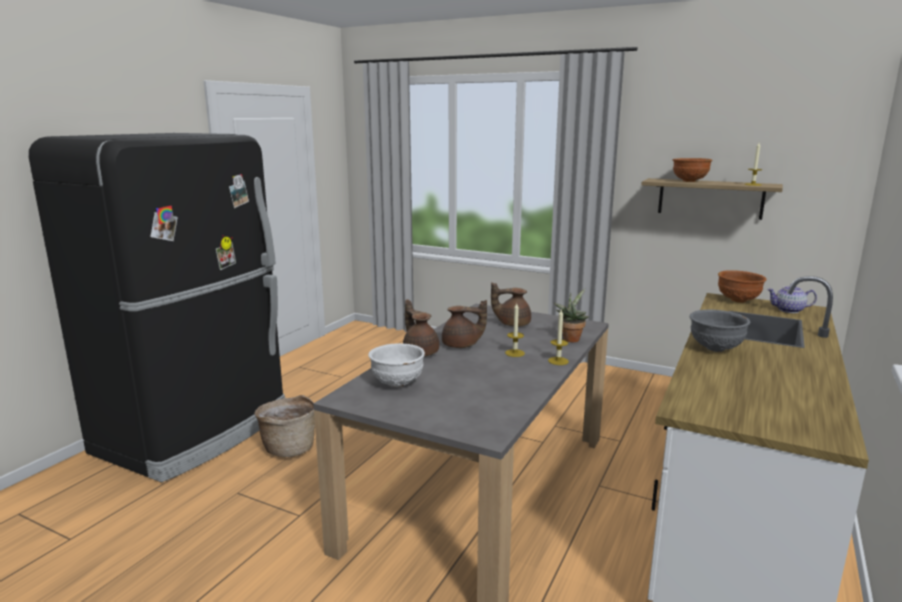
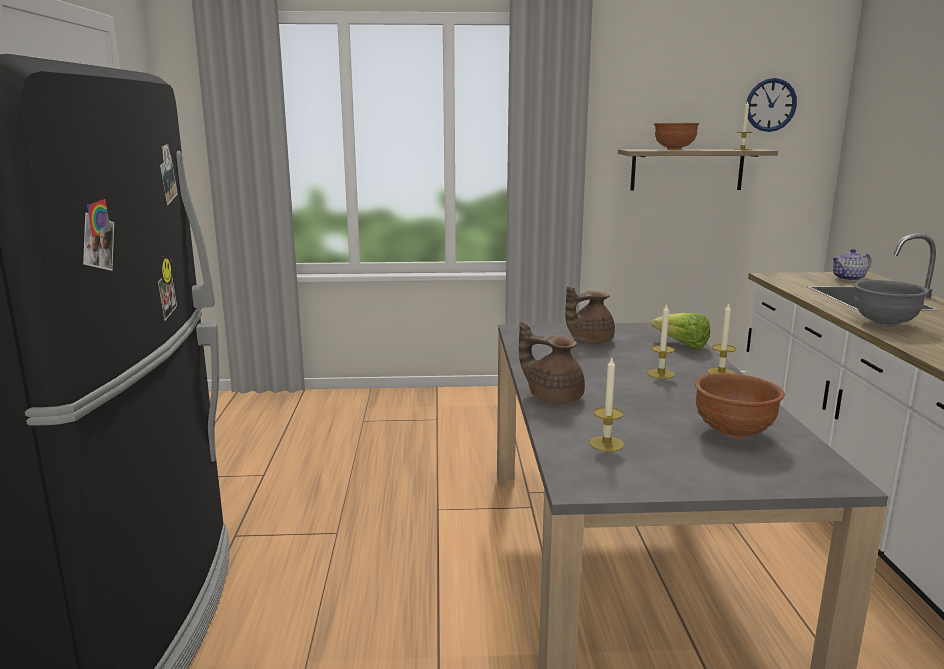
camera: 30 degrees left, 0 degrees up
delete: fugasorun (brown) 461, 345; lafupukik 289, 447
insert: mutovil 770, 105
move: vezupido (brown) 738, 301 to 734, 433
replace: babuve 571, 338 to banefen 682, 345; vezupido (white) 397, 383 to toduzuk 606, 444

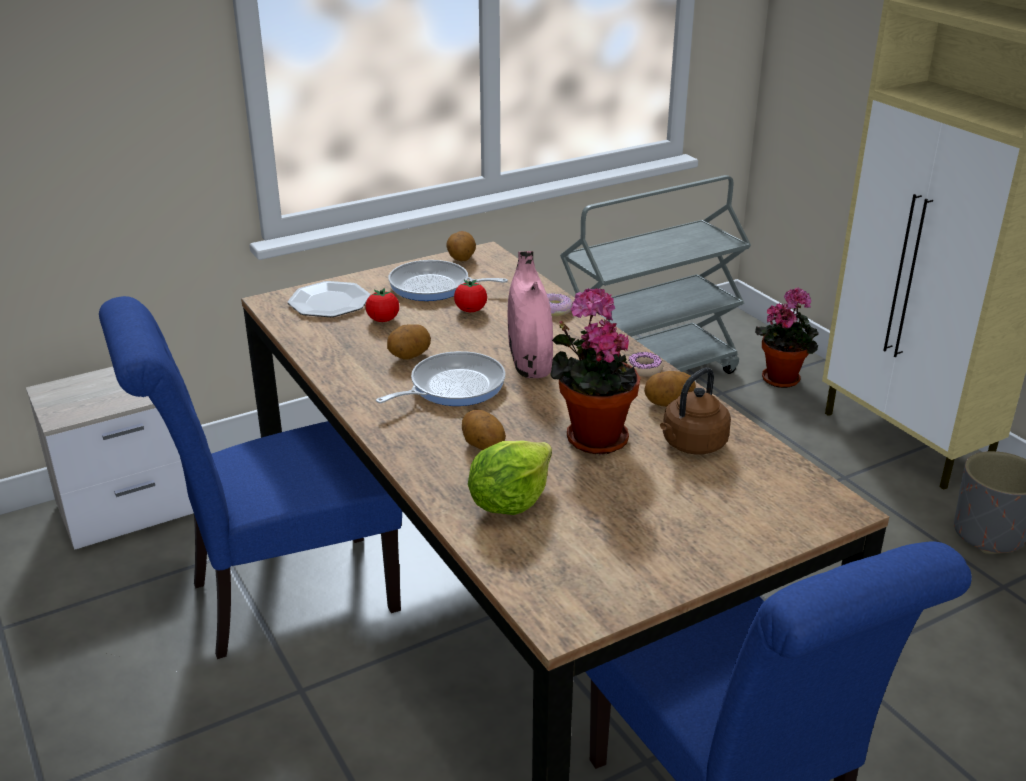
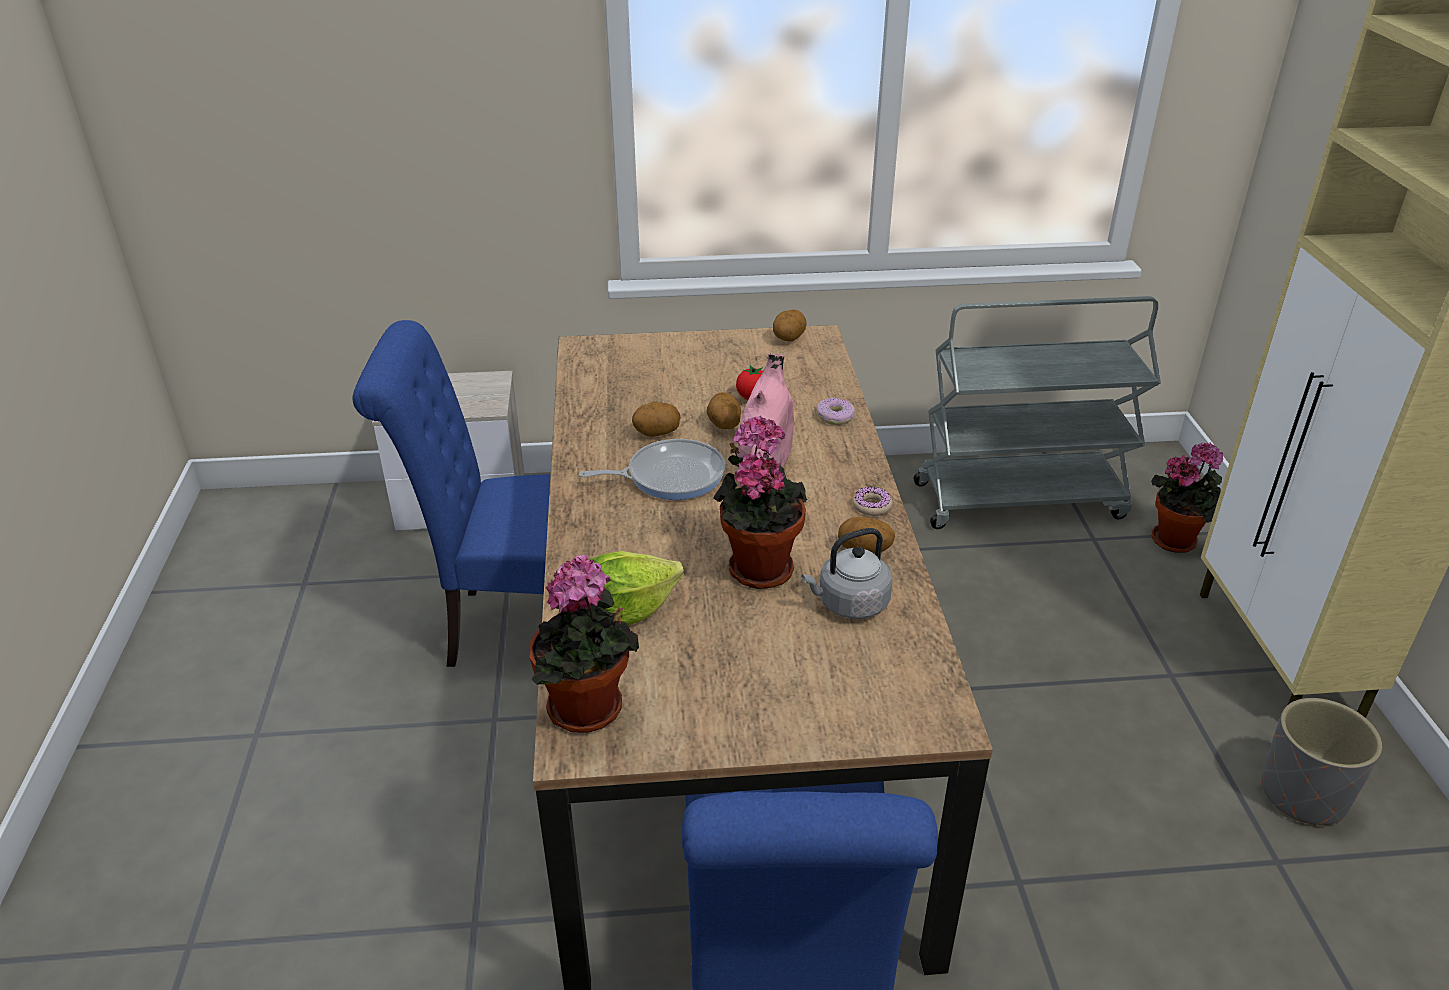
camera: 25 degrees right, 5 degrees up
delete: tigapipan 434, 287; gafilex 329, 302; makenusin 383, 320
insert: babuve 589, 712
move: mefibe 482, 447 to 723, 426
recolor: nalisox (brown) 691, 445 to nalisox (grey) 849, 604

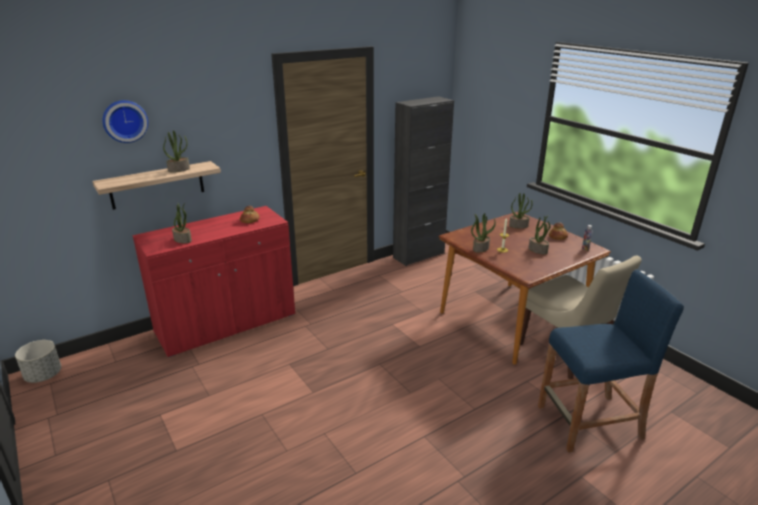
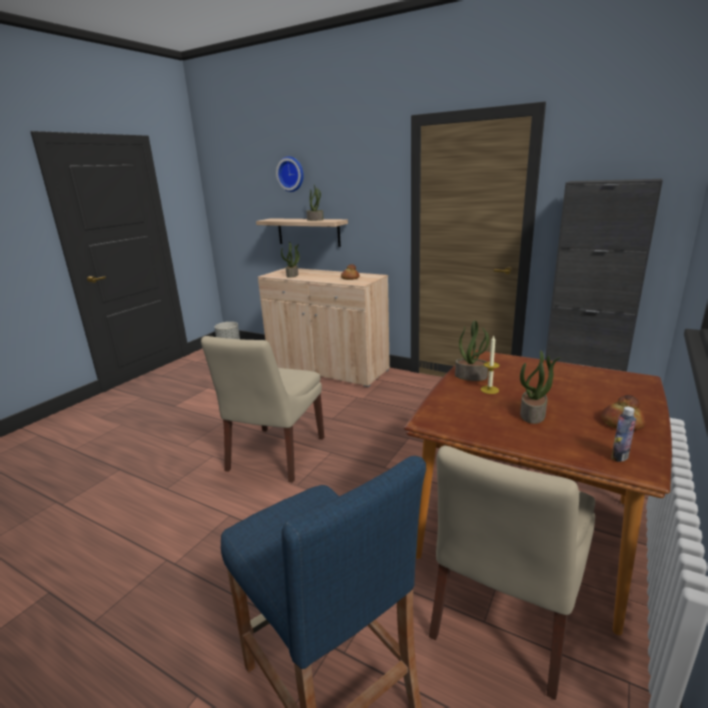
camera: 65 degrees right, 5 degrees down
delete: babuve 518, 226
insert: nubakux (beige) 275, 456
recolor: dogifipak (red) 226, 324 to dogifipak (beige) 327, 369

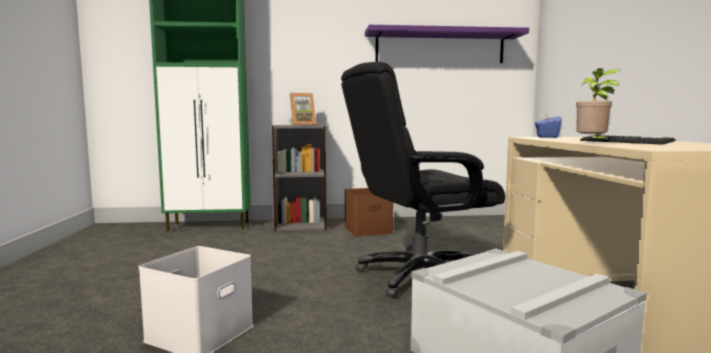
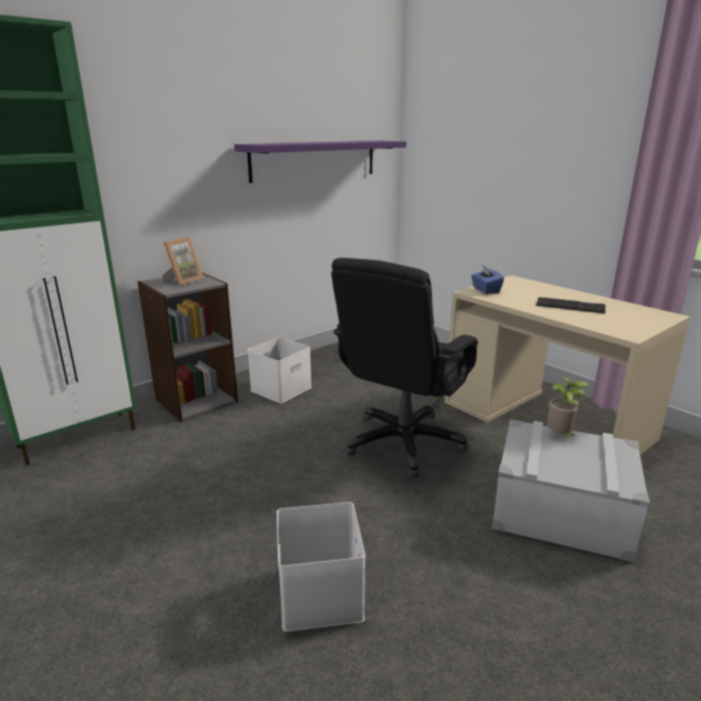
camera: 35 degrees left, 15 degrees up
move: babuve 593, 144 to 560, 437
recolor: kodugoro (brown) 368, 229 to kodugoro (white) 281, 388

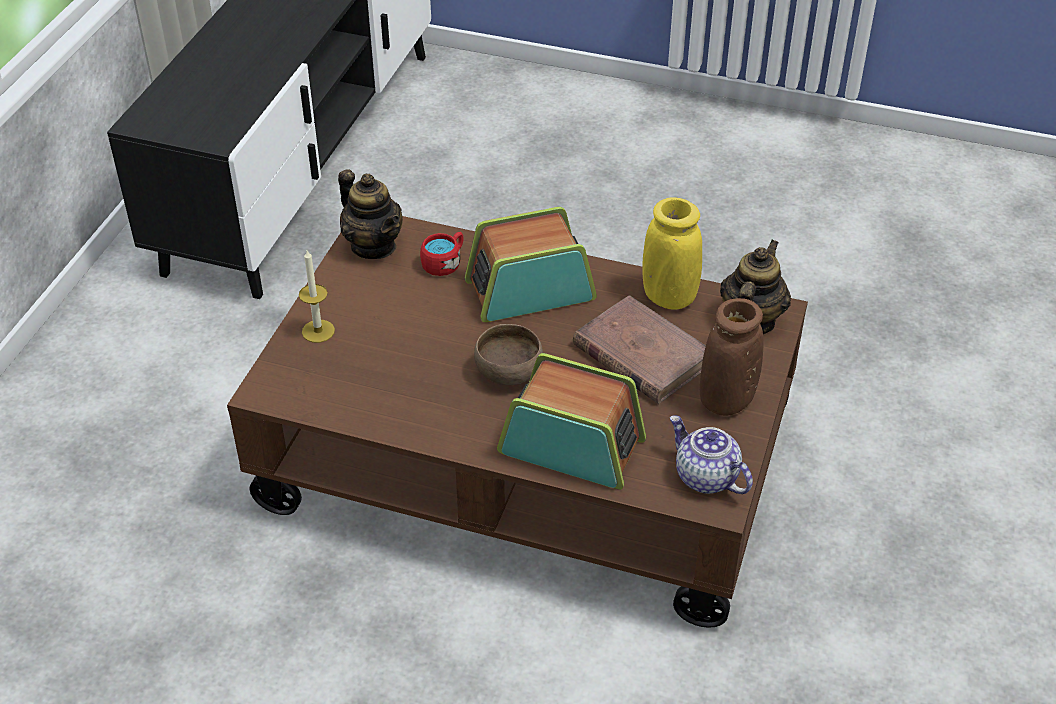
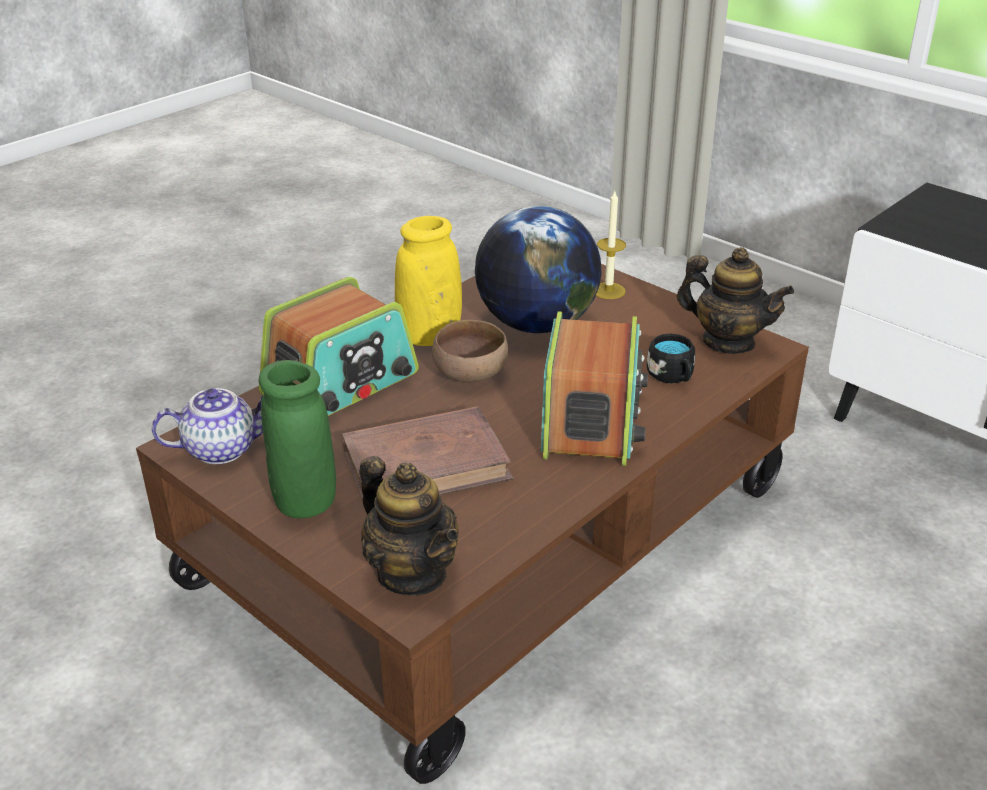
camera: 115 degrees right, 10 degrees down
insert: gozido 536, 324
move: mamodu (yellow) 668, 297 to 430, 337
recolor: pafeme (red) 445, 263 to pafeme (black) 672, 377; mamodu (brown) 726, 400 to mamodu (green) 305, 501
rotate: fugasorun 373, 246 = 728, 342 135 degrees counterclockwise

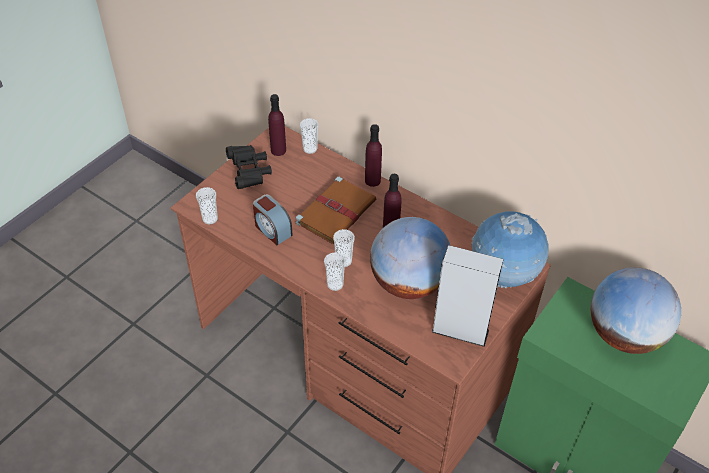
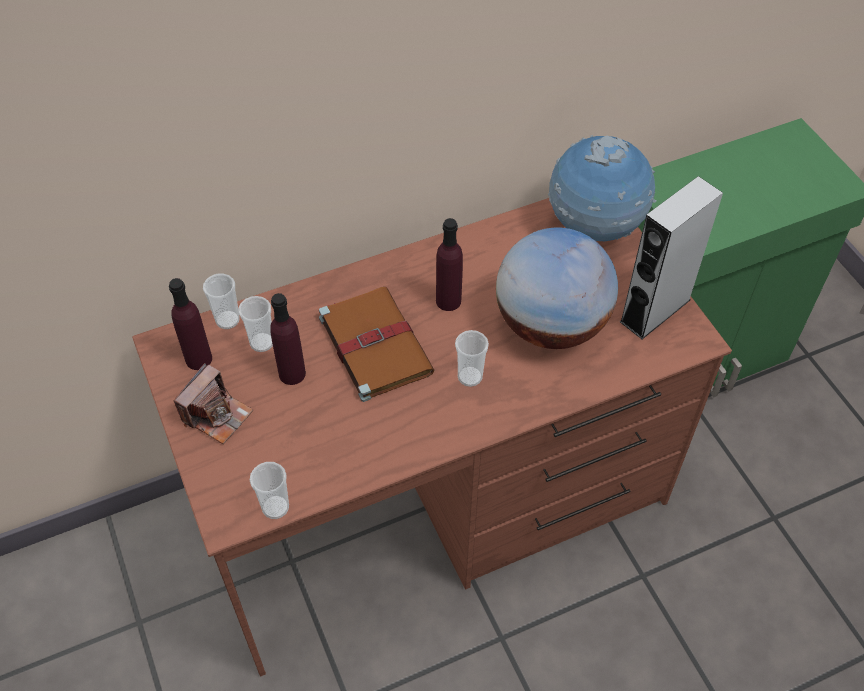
camera: 60 degrees left, 5 degrees up
delete: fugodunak 272, 230; gozido 624, 334
move: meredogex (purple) 372, 181 to 292, 373; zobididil 335, 284 to 262, 342
replace: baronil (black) 249, 173 to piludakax 217, 415

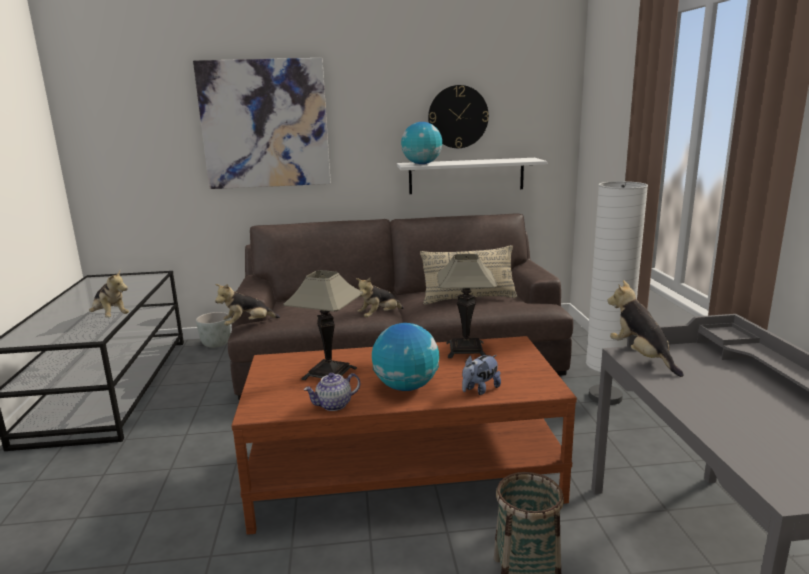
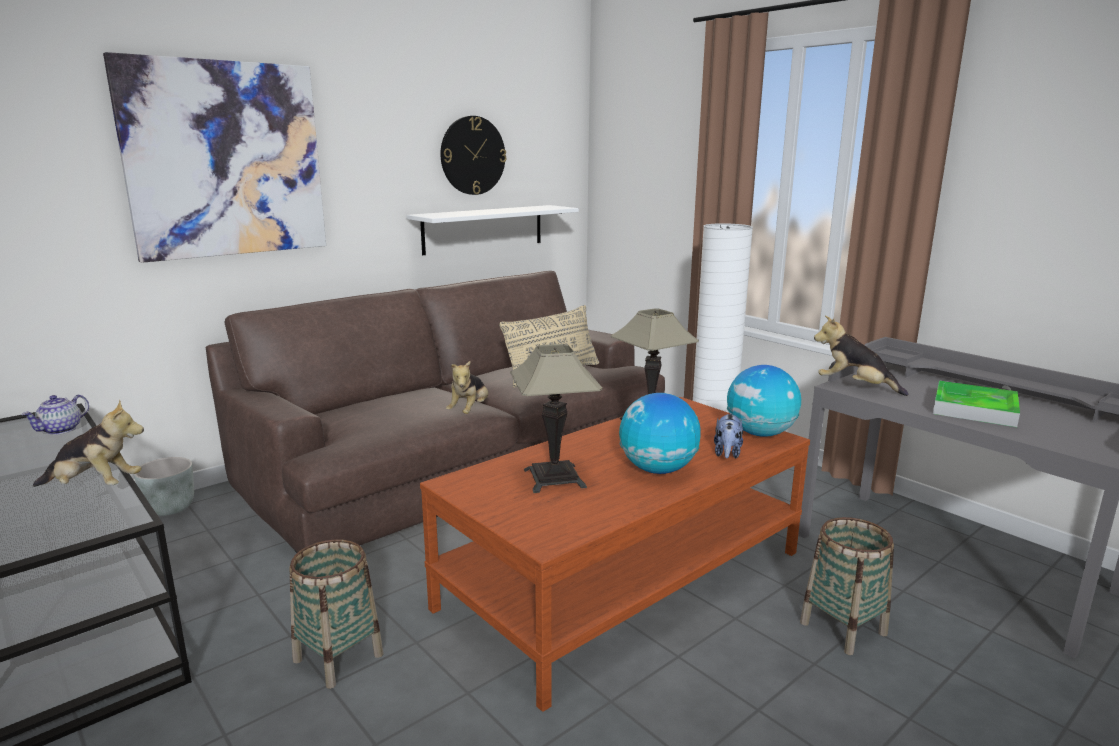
camera: 35 degrees left, 0 degrees up
delete: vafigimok 248, 325
insert: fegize 974, 409; lafupukik 338, 657
move: gozido 422, 164 to 760, 433; fugasorun 334, 405 to 61, 430

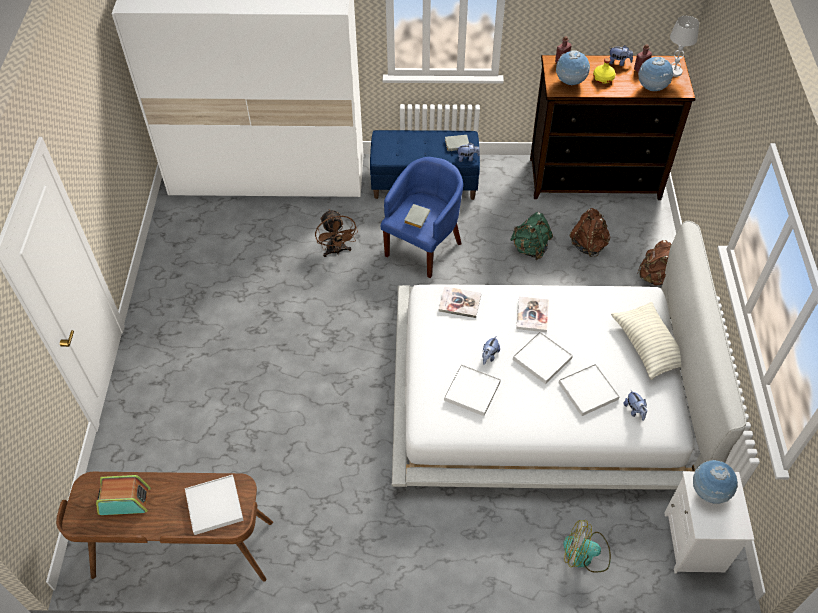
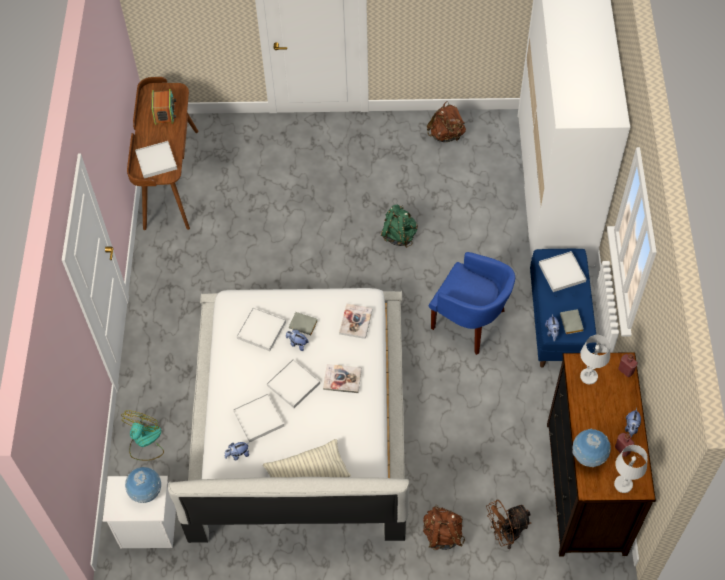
camera: 90 degrees right, 5 degrees up
delete: meredogex (yellow) 603, 78
insert: fegize (white) 562, 272
move: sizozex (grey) 416, 217 to 304, 324; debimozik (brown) 588, 245 to 446, 135; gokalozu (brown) 336, 251 to 505, 534; debimozik (green) 530, 248 to 399, 235
replace: gozido 570, 83 to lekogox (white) 589, 376

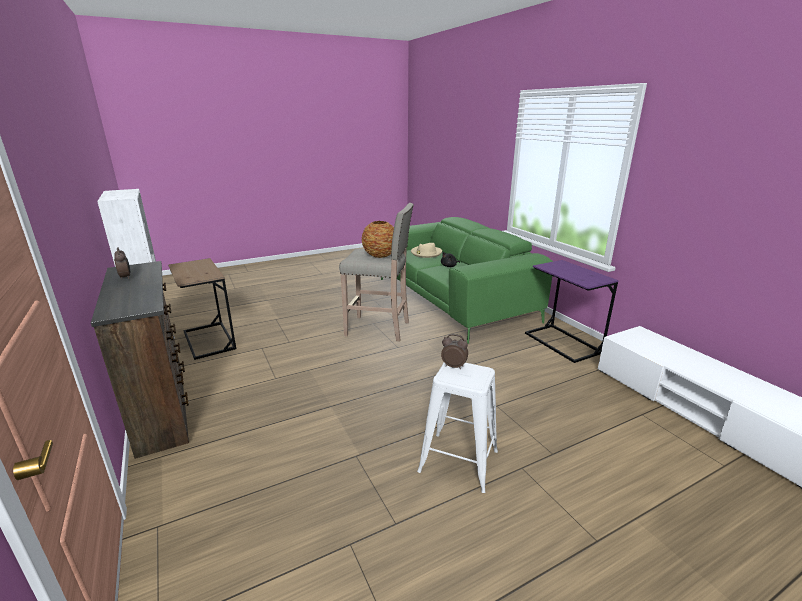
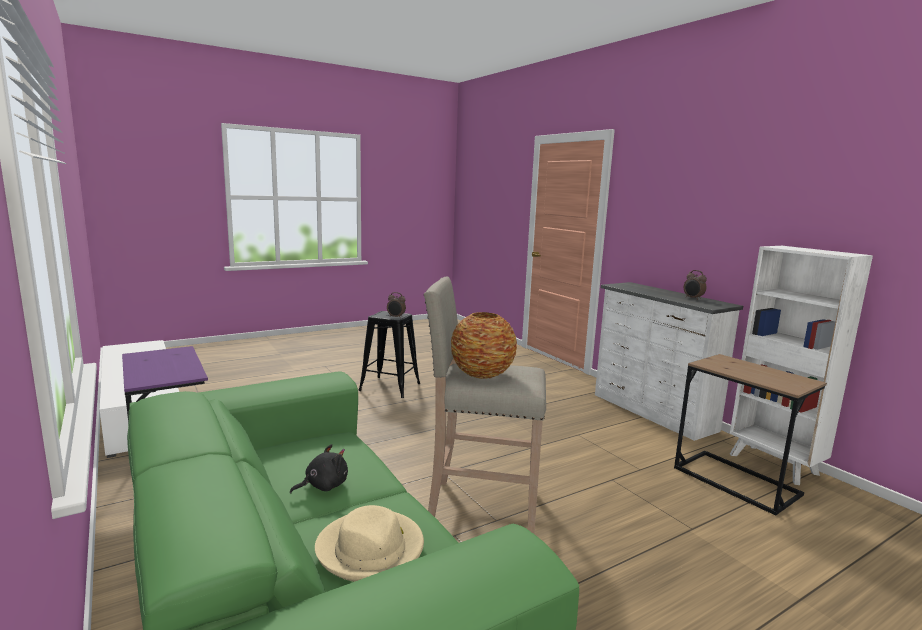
camera: 175 degrees right, 10 degrees down
recolor: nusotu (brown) 164, 407 to nusotu (white) 652, 412; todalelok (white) 458, 461 to todalelok (black) 390, 387

